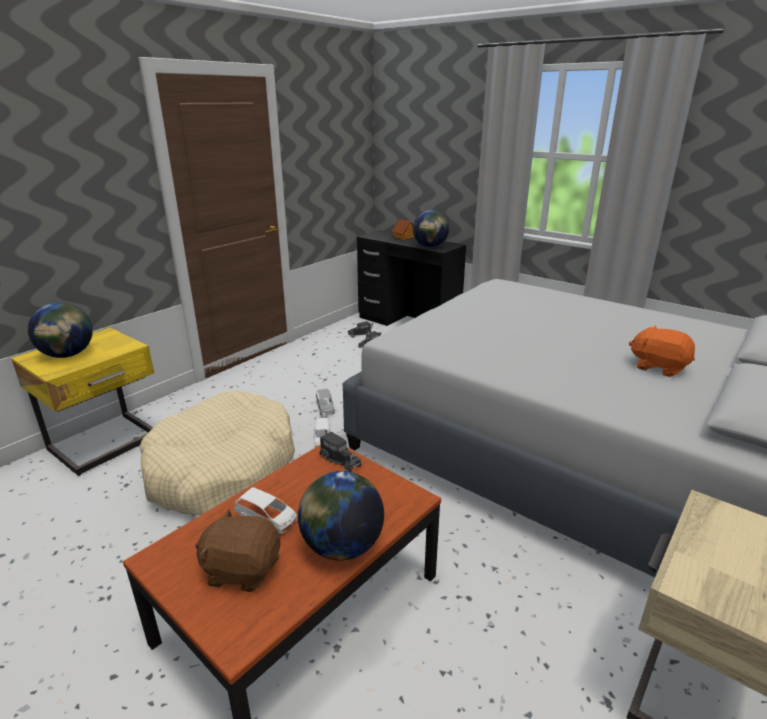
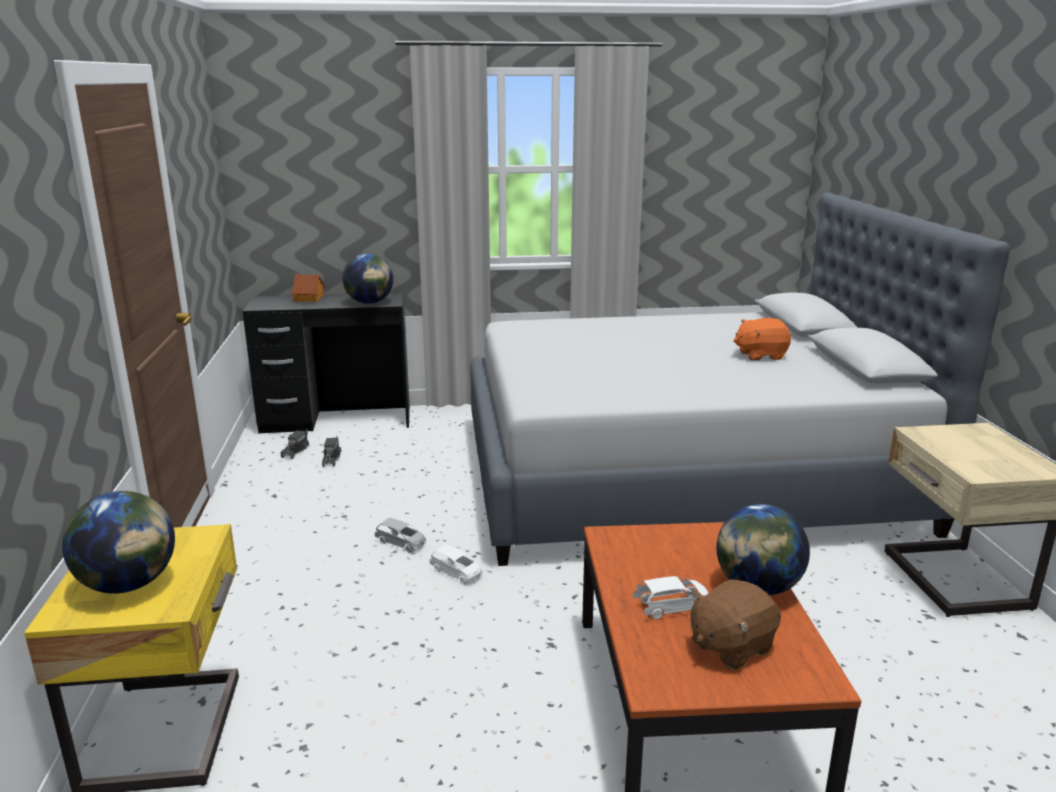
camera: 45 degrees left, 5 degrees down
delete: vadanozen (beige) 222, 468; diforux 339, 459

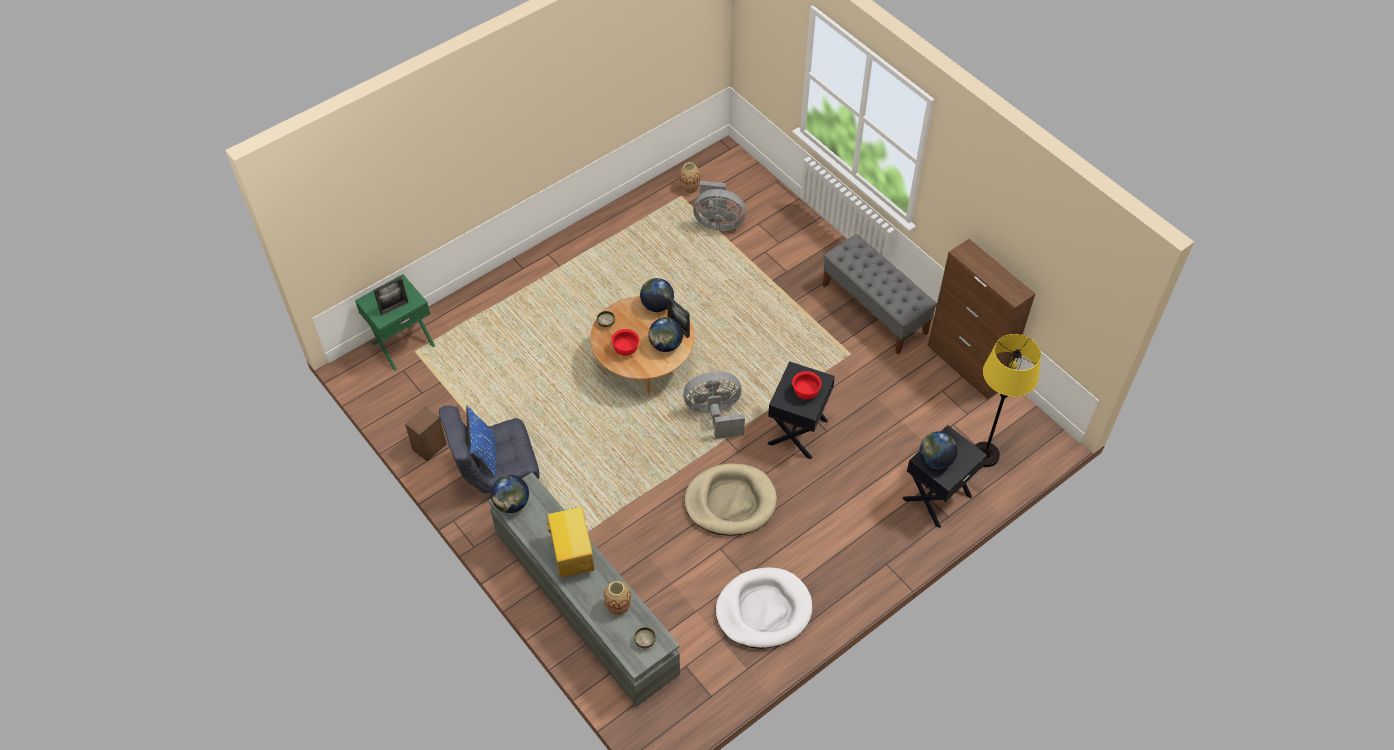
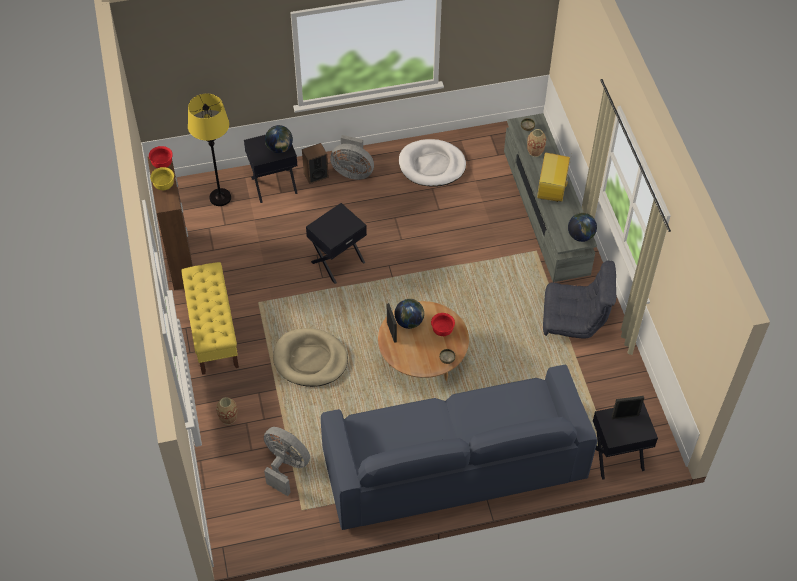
camera: 155 degrees left, 0 degrees up
delete: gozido 657, 305; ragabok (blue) 484, 455
insert: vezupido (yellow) 164, 186; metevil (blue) 454, 464
move: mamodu 689, 188 to 228, 418; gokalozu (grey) 715, 414 to 352, 171; vezupido (red) 805, 393 to 162, 164; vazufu 430, 447 to 315, 175; vadanozen (beige) 730, 502 to 310, 359
recolor: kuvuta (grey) 875, 309 to kuvuta (yellow) 212, 330; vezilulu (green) 403, 344 to vezilulu (black) 617, 457

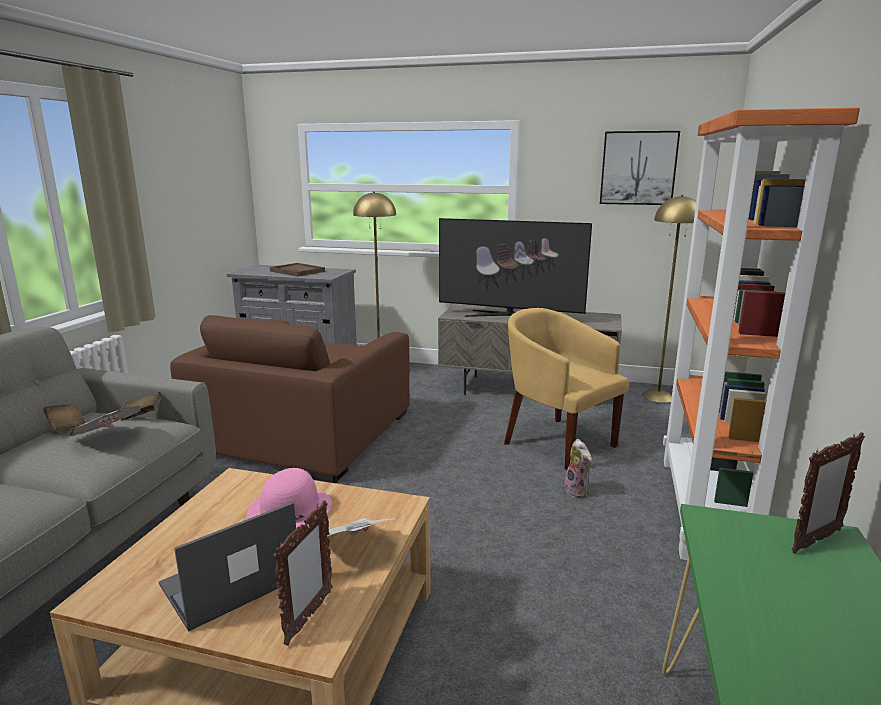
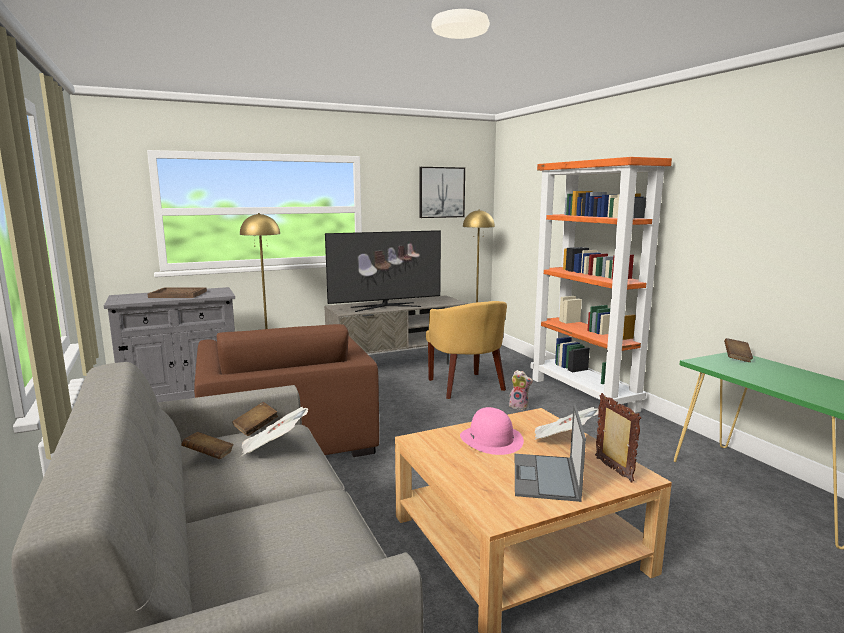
camera: 40 degrees left, 5 degrees down
replace: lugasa 816, 541 to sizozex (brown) 737, 357
rotate: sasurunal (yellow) 557, 442 = 466, 386 120 degrees counterclockwise

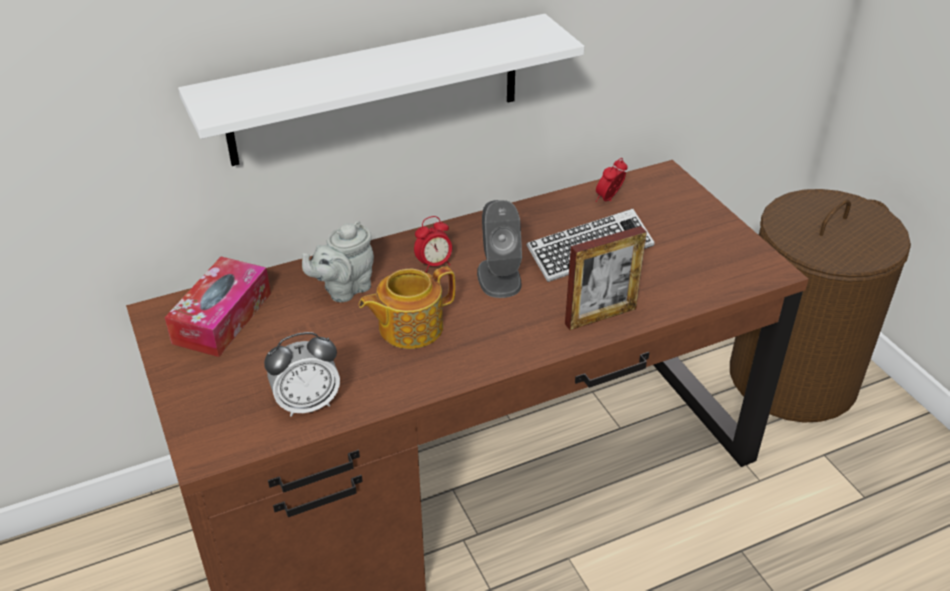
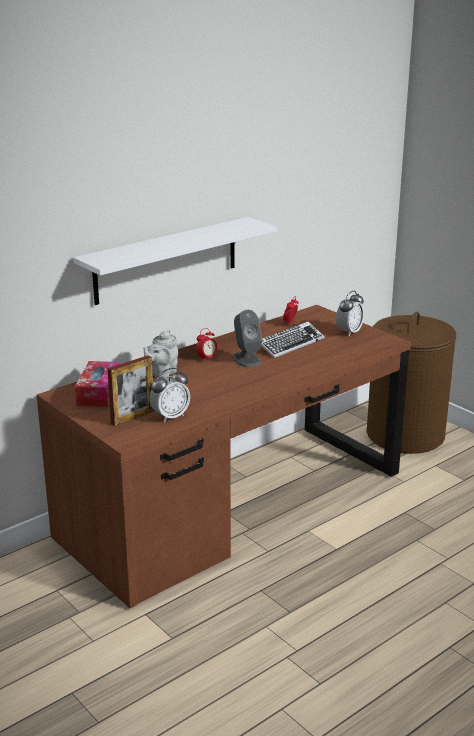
camera: 15 degrees left, 15 degrees down
delete: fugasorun 409, 327
insert: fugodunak 349, 332
move: lugasa 600, 316 to 132, 417

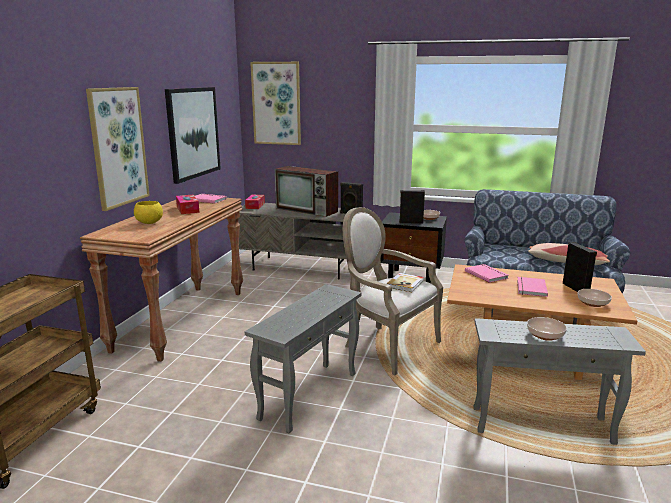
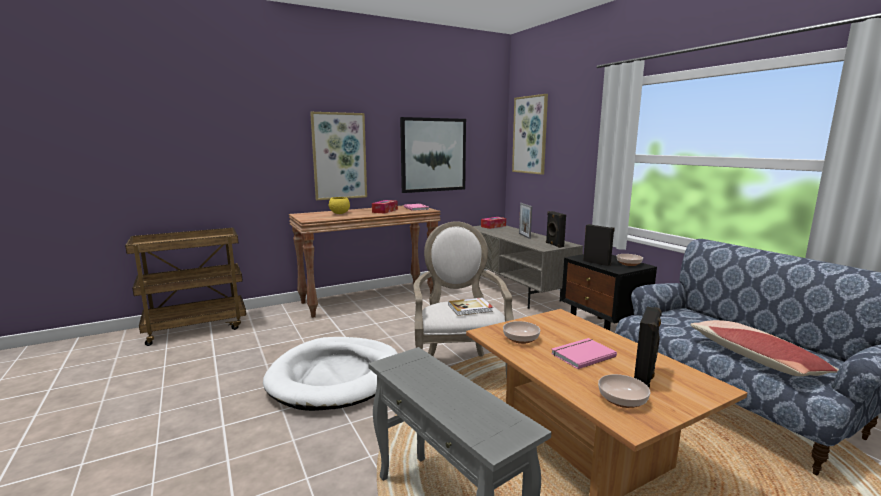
camera: 45 degrees right, 5 degrees down
delete: sizozex (pink) 487, 274
move: vezupido 544, 335 to 520, 338
replace: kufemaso 308, 210 to lugasa 524, 236; vezilulu (grey) 309, 396 to vadanozen (white) 336, 376

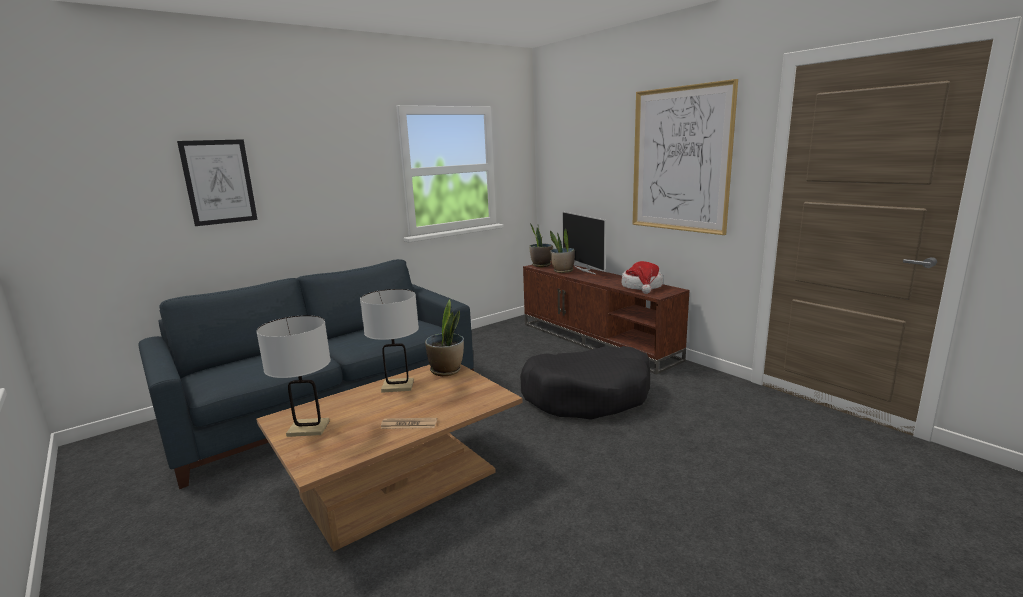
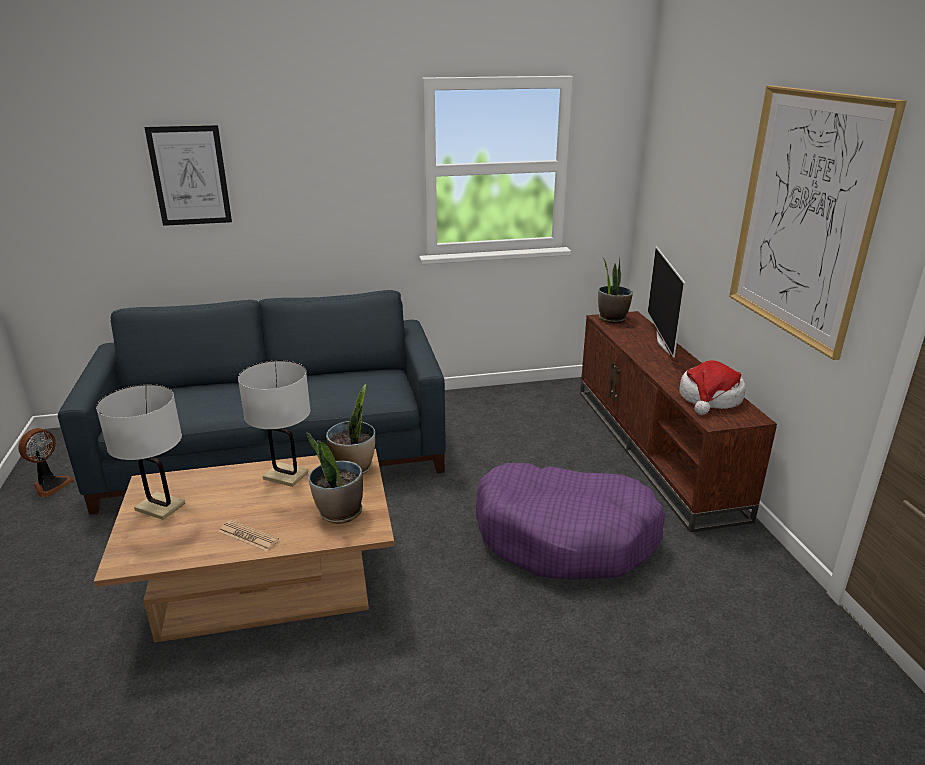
camera: 25 degrees right, 10 degrees up
insert: gokalozu 50, 485
move: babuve 563, 271 to 339, 513
recolor: vadanozen (black) 587, 395 to vadanozen (purple) 565, 536

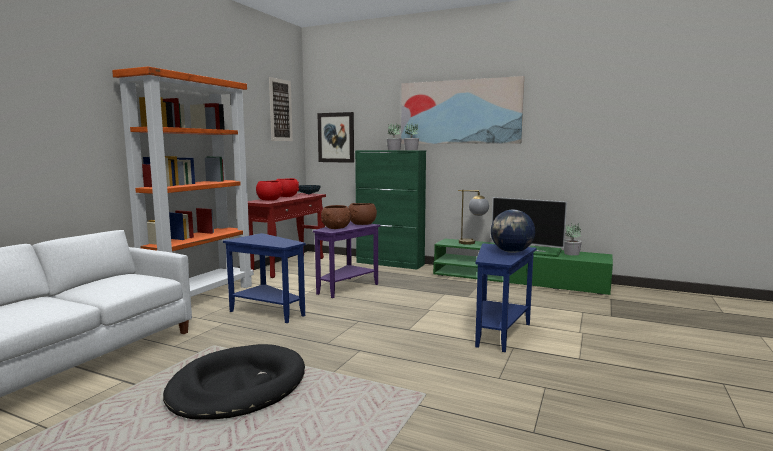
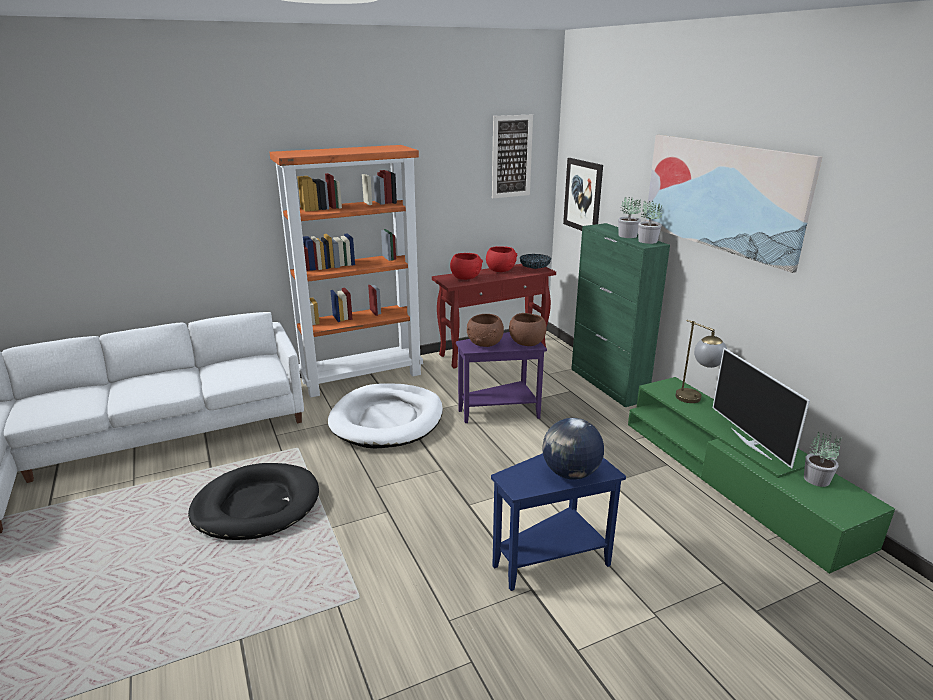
camera: 40 degrees right, 15 degrees up
replace: vezilulu (blue) 268, 311 to vadanozen (white) 387, 420

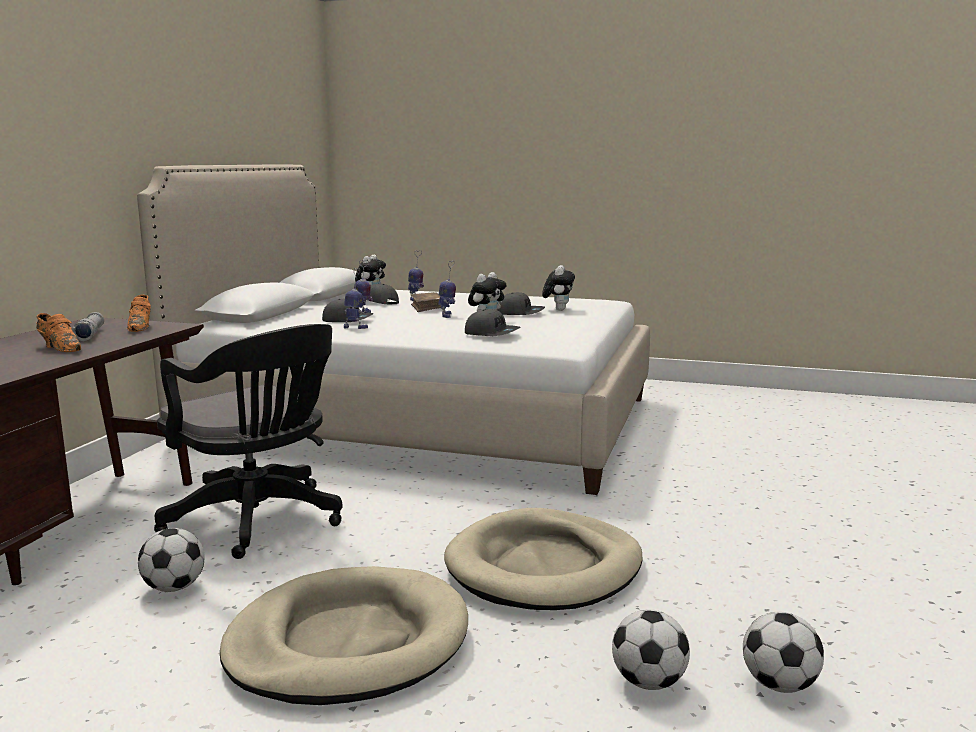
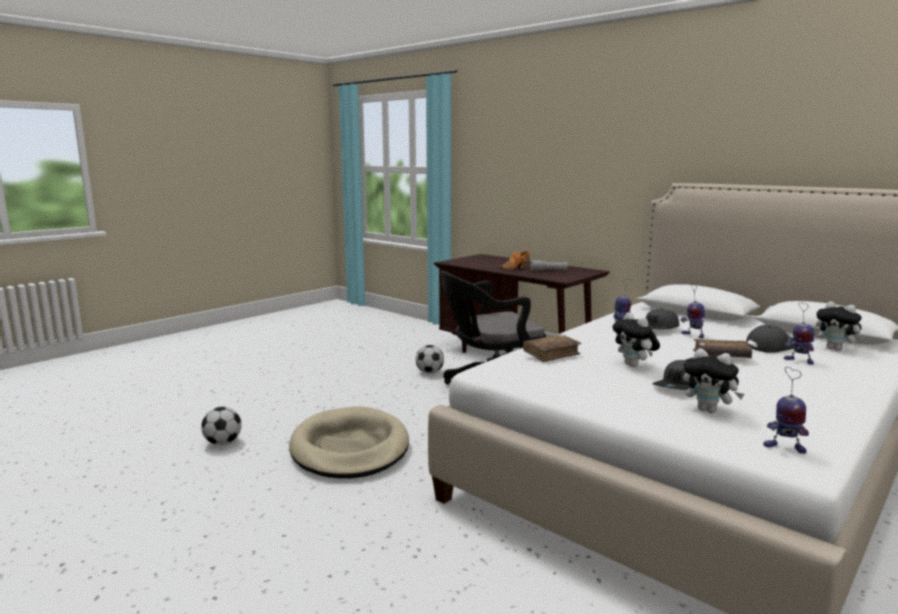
camera: 115 degrees right, 0 degrees up
delete: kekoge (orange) 141, 327; vadanozen (beige) 348, 643; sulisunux 779, 685
move: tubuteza 447, 315 to 784, 448
replace: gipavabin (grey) 492, 333 to sizozex (brown) 551, 354

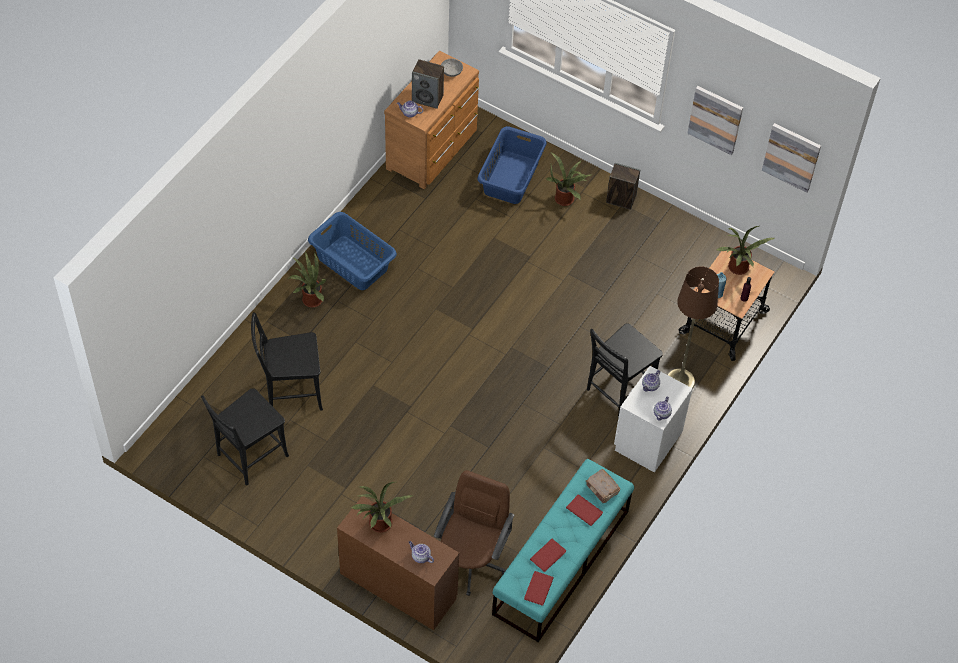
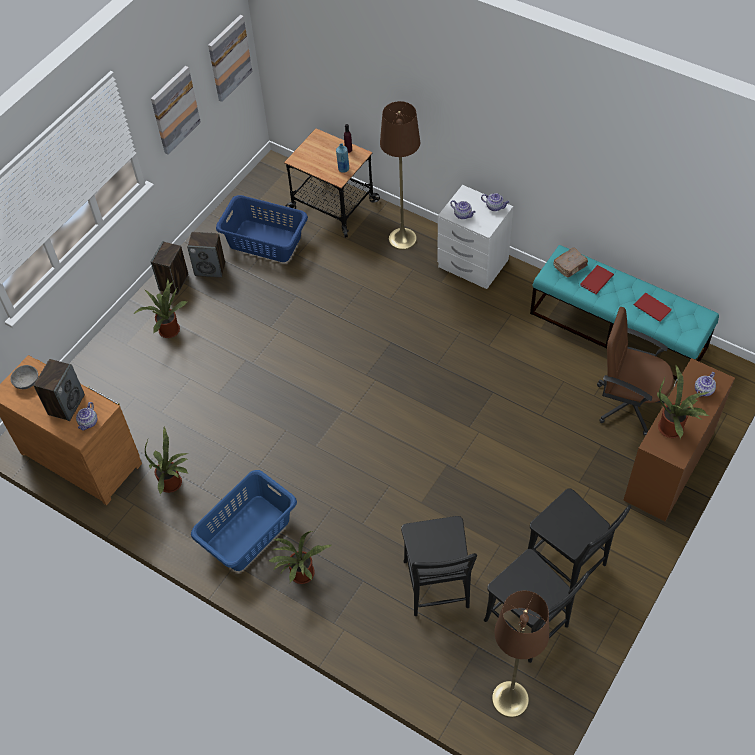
camera: 85 degrees left, 0 degrees up
delete: sizozex (red) 537, 589
insert: vazufu 210, 269; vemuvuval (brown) 510, 699
move: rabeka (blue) 510, 177 to 265, 242; babuve 738, 269 to 173, 483; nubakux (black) 617, 391 to 568, 565

